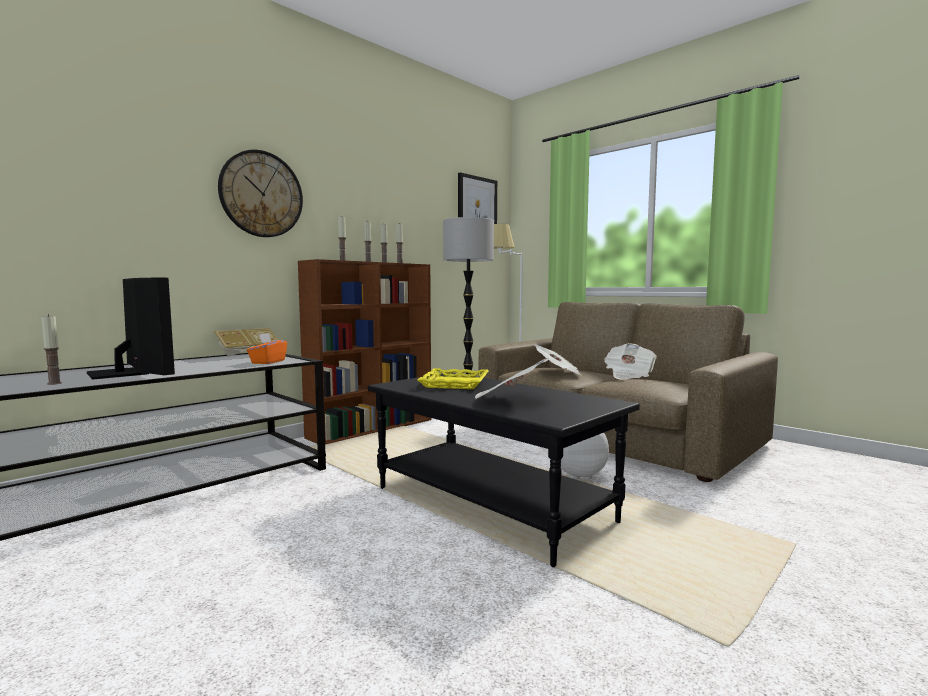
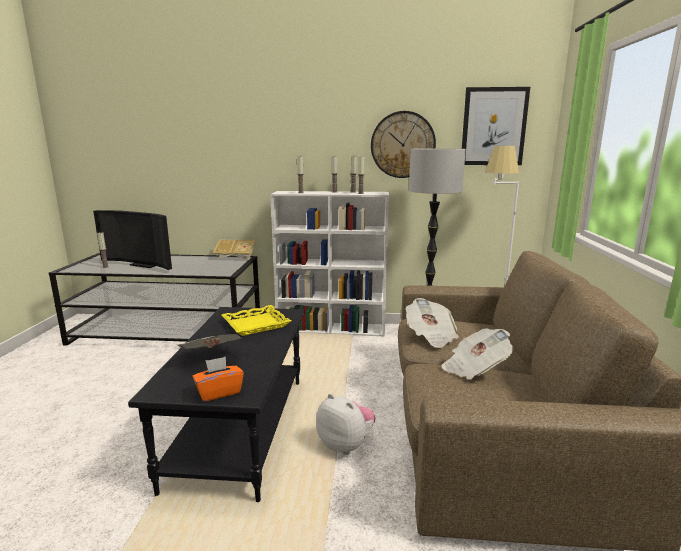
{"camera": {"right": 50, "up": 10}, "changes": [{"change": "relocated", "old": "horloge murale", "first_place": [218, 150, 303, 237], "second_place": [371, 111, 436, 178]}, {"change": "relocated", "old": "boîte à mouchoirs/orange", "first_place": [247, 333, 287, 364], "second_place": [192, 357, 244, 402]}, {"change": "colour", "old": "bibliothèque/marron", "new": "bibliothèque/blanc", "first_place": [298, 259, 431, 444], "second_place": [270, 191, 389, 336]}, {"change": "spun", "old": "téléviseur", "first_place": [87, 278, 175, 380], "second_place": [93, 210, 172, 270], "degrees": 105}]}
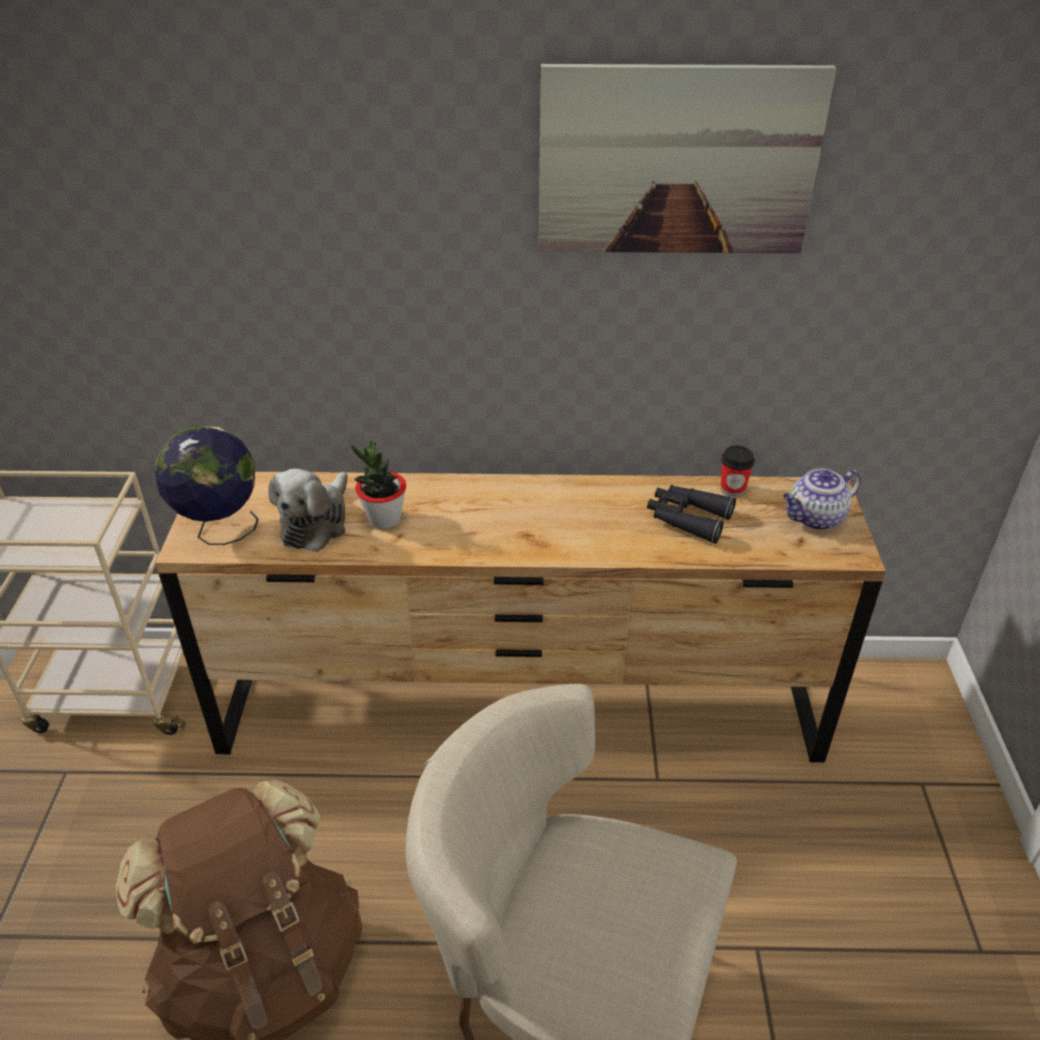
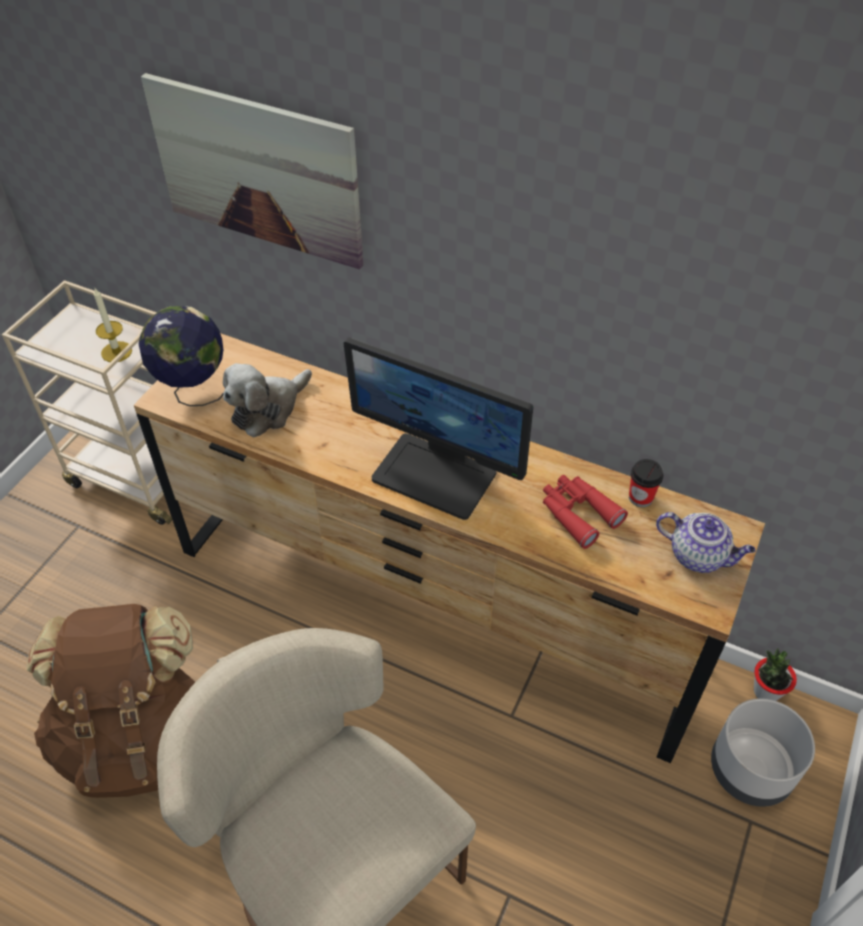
{"camera": {"right": 25, "up": 10}, "changes": [{"change": "appeared", "new": "bougie", "second_place": [94, 288, 132, 362]}, {"change": "appeared", "new": "écran d'ordinateur", "second_place": [344, 337, 533, 520]}, {"change": "appeared", "new": "cache-pot/gris", "second_place": [711, 698, 815, 807]}, {"change": "relocated", "old": "plante en pot", "first_place": [351, 440, 406, 529], "second_place": [754, 648, 797, 701]}, {"change": "relocated", "old": "tableau", "first_place": [539, 64, 836, 253], "second_place": [141, 73, 363, 270]}, {"change": "colour", "old": "jumelles/noir", "new": "jumelles/rouge", "first_place": [647, 485, 736, 544], "second_place": [543, 475, 628, 549]}, {"change": "spun", "old": "théière", "first_place": [783, 469, 861, 530], "second_place": [656, 512, 756, 573], "degrees": -150}]}
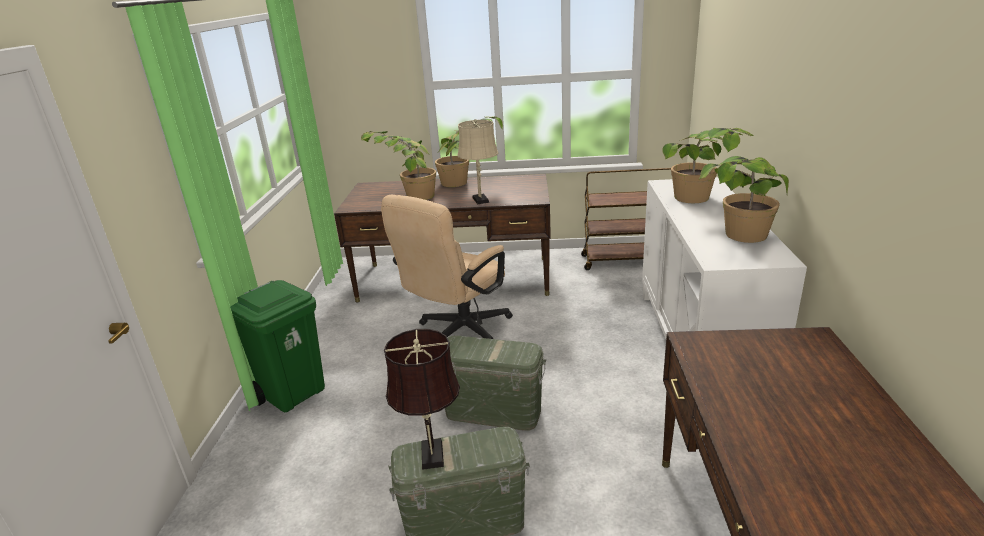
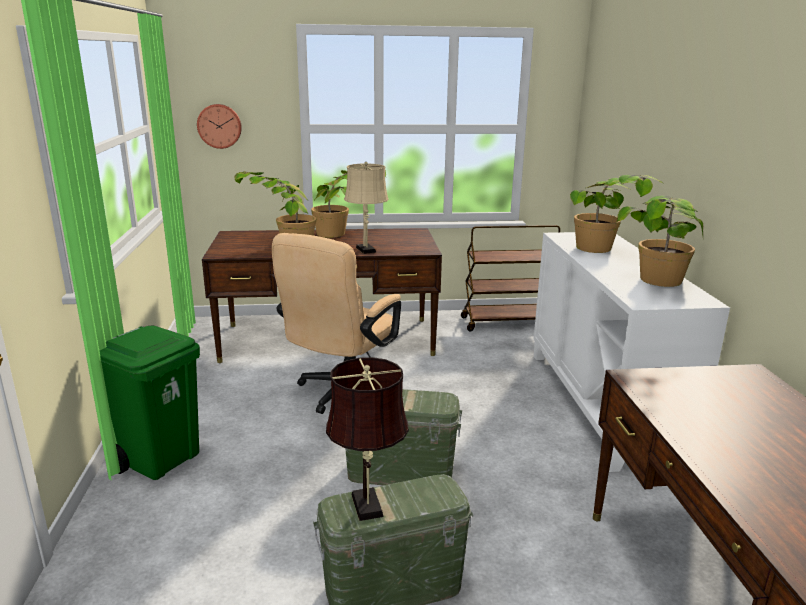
{"camera": {"right": -10, "up": -5}, "changes": [{"change": "appeared", "new": "horloge murale", "second_place": [197, 104, 242, 149]}]}
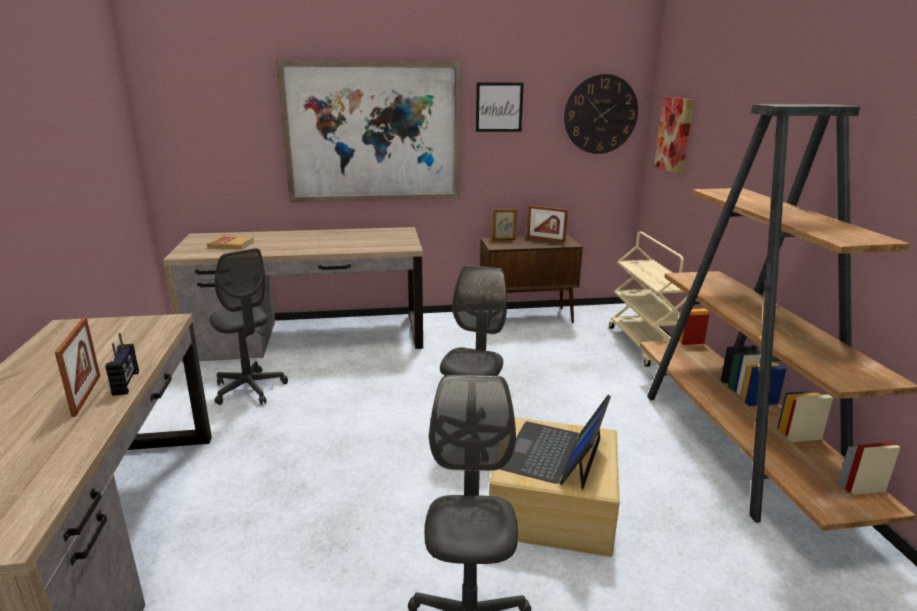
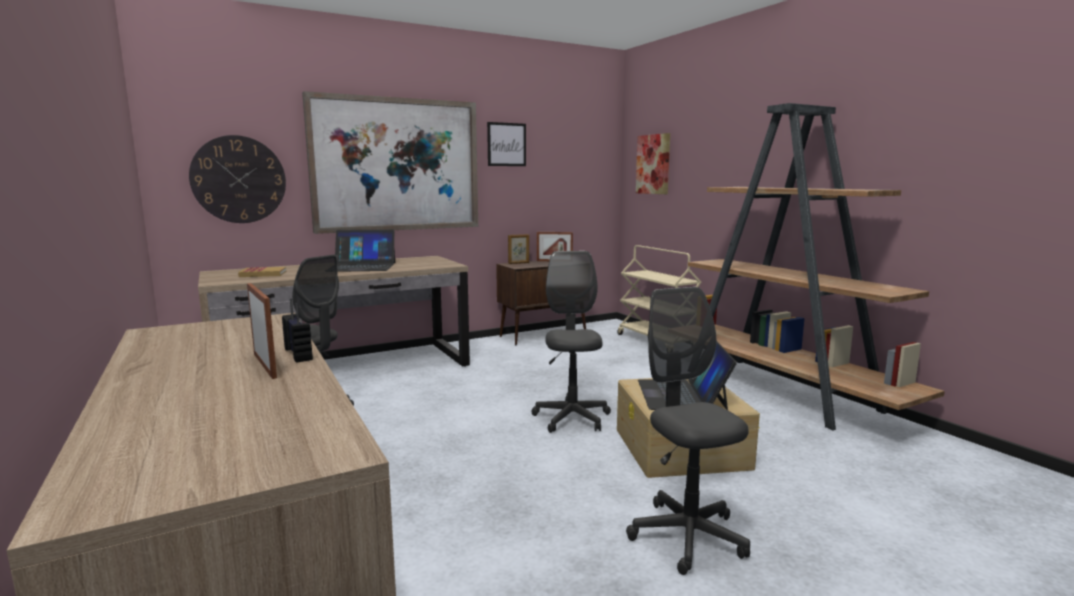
{"camera": {"right": -20, "up": -10}, "changes": [{"change": "appeared", "new": "ordinateur portable", "second_place": [335, 230, 395, 272]}, {"change": "relocated", "old": "horloge murale", "first_place": [564, 74, 638, 154], "second_place": [189, 135, 286, 223]}]}
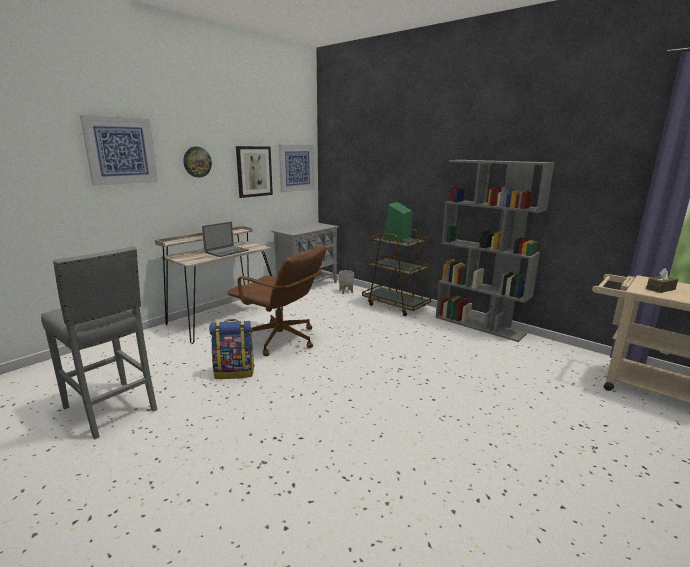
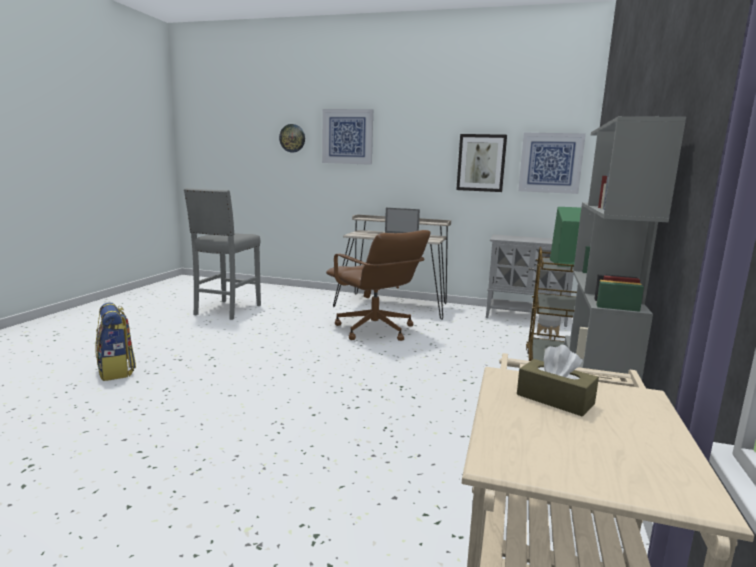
{"camera": {"right": 65, "up": -5}, "changes": [{"change": "relocated", "old": "horloge murale", "first_place": [183, 147, 212, 178], "second_place": [279, 124, 305, 152]}, {"change": "relocated", "old": "sac à dos", "first_place": [209, 319, 255, 379], "second_place": [95, 302, 136, 381]}, {"change": "spun", "old": "chaise de bureau/marron", "first_place": [227, 246, 326, 356], "second_place": [326, 230, 430, 341], "degrees": -45}]}
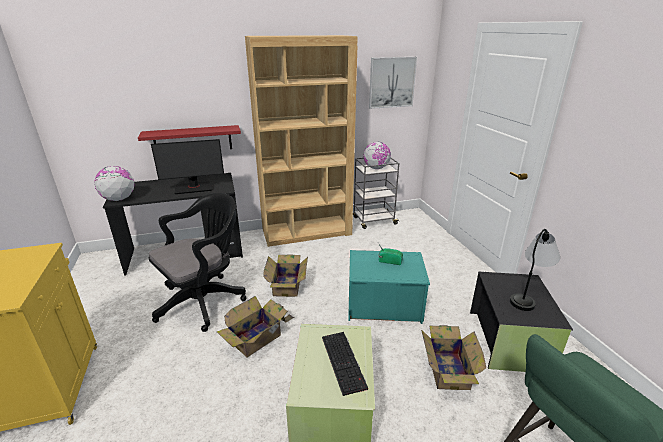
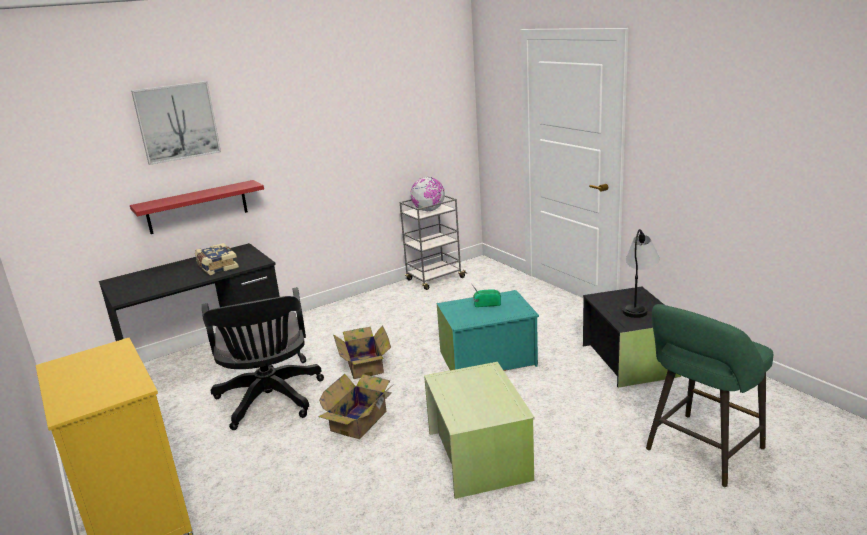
{"camera": {"right": -15, "up": -5}, "changes": [{"change": "missing", "old": "globe", "first_place": [94, 166, 134, 201]}, {"change": "missing", "old": "bibliothèque/marron", "first_place": [245, 35, 358, 247]}, {"change": "missing", "old": "clavier", "first_place": [322, 332, 368, 396]}, {"change": "missing", "old": "carton", "first_place": [421, 325, 486, 390]}, {"change": "relocated", "old": "tableau", "first_place": [369, 57, 417, 109], "second_place": [131, 81, 221, 165]}, {"change": "exchanged", "old": "écran d'ordinateur", "new": "livre", "first_place": [151, 139, 224, 194], "second_place": [195, 243, 239, 275]}, {"change": "spun", "old": "chaise de bureau/noir", "first_place": [149, 193, 246, 332], "second_place": [202, 287, 324, 430], "degrees": 135}]}
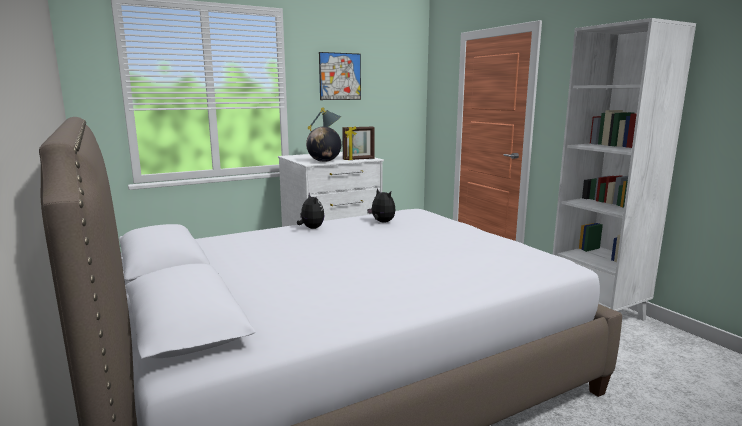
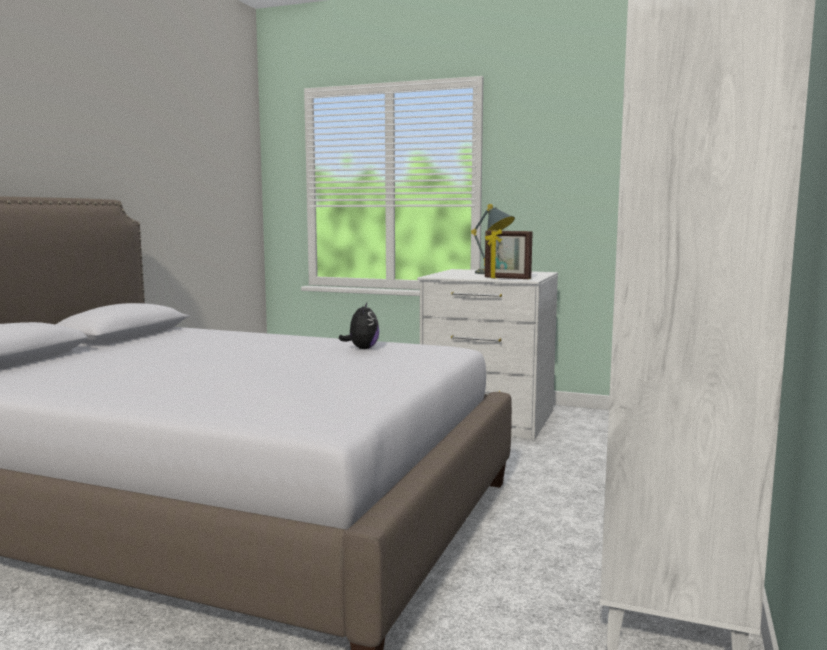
{"camera": {"right": 50, "up": -5}, "changes": [{"change": "missing", "old": "peluche", "first_place": [297, 193, 324, 229]}, {"change": "missing", "old": "globe", "first_place": [306, 127, 341, 162]}, {"change": "missing", "old": "tableau", "first_place": [319, 52, 361, 100]}]}
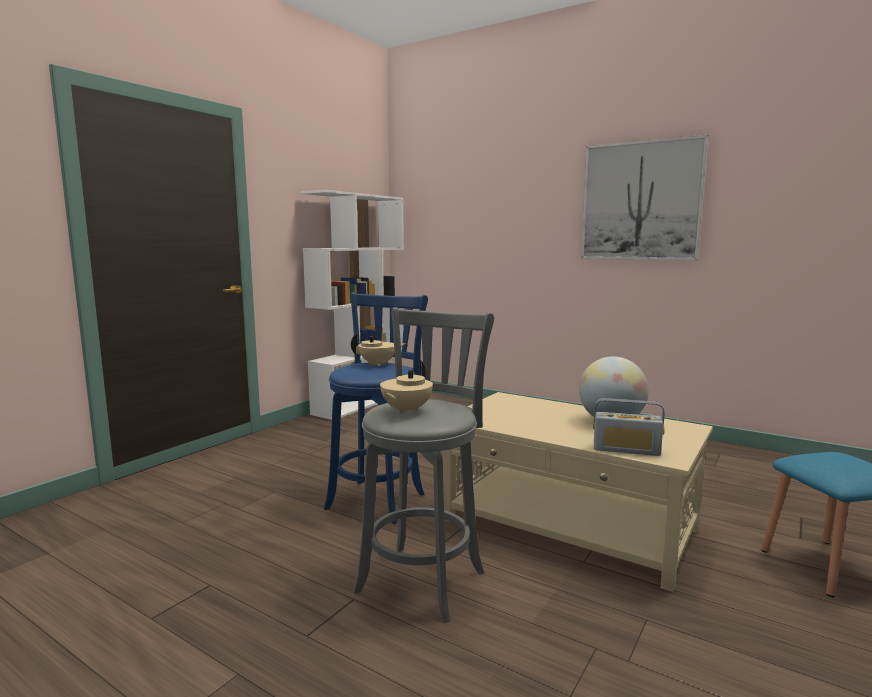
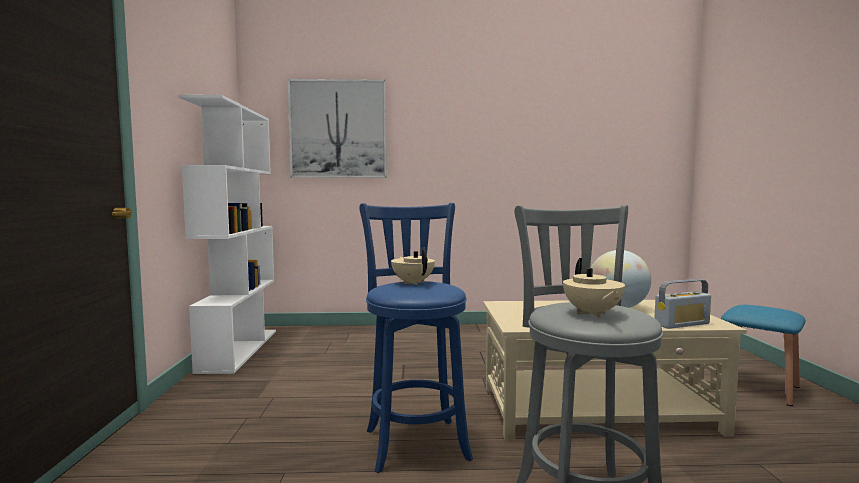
{"camera": {"right": -35, "up": -5}, "changes": [{"change": "relocated", "old": "tableau", "first_place": [581, 135, 709, 260], "second_place": [287, 79, 387, 178]}, {"change": "spun", "old": "théière/beige", "first_place": [351, 333, 406, 367], "second_place": [391, 247, 435, 285], "degrees": -60}]}
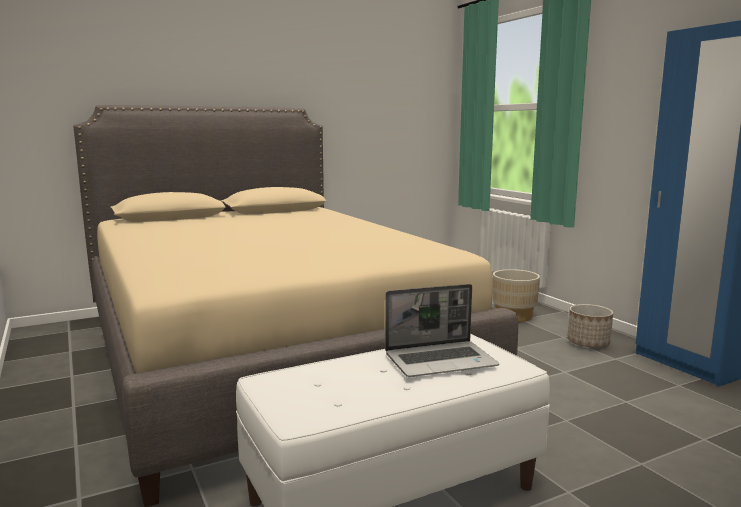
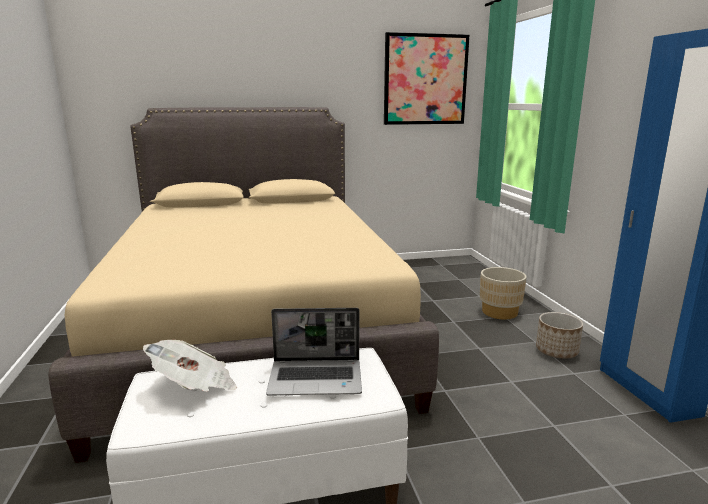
{"camera": {"right": 15, "up": 5}, "changes": [{"change": "appeared", "new": "journal", "second_place": [143, 340, 238, 392]}, {"change": "appeared", "new": "tableau", "second_place": [384, 32, 470, 125]}]}
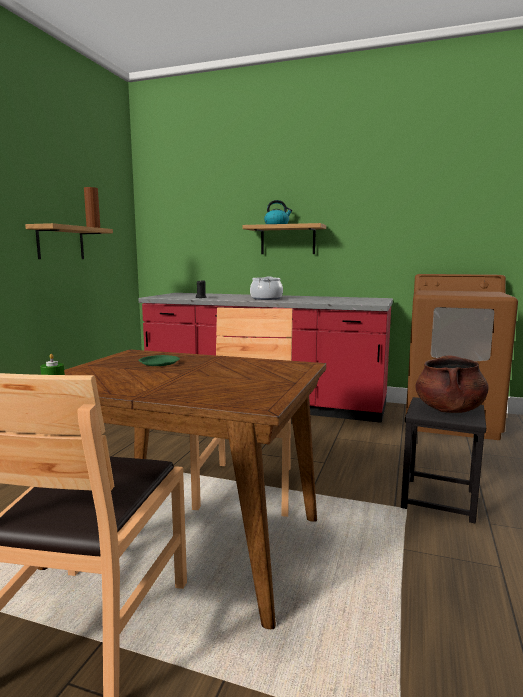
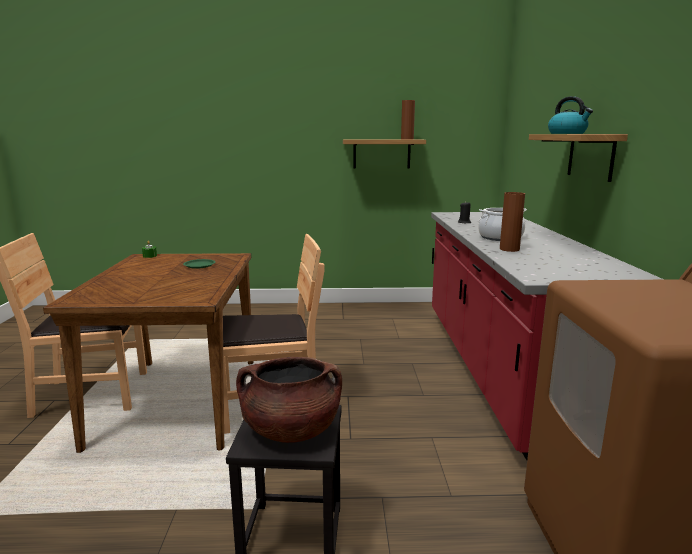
{"camera": {"right": 70, "up": 5}, "changes": [{"change": "appeared", "new": "vase/marron", "second_place": [500, 192, 525, 252]}]}
